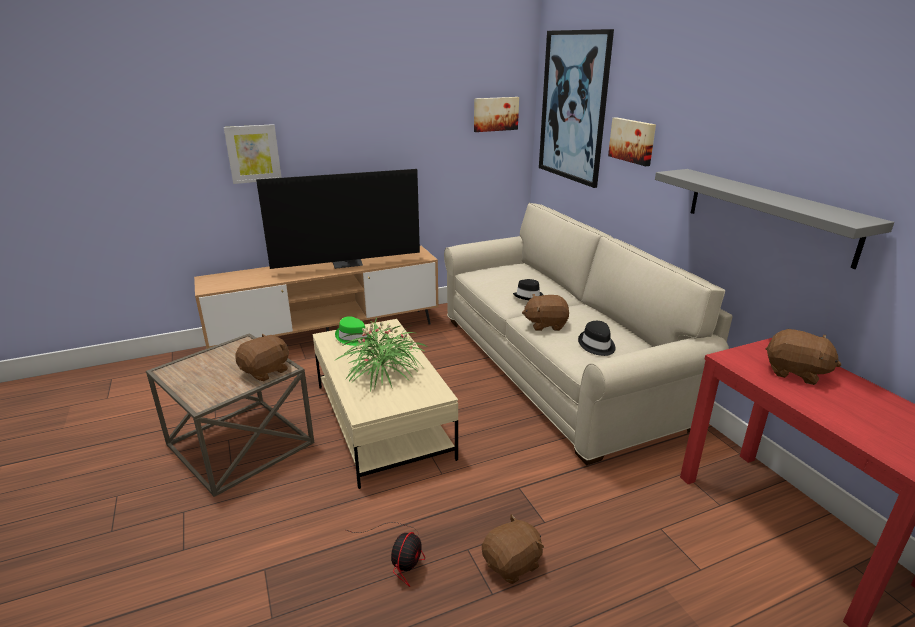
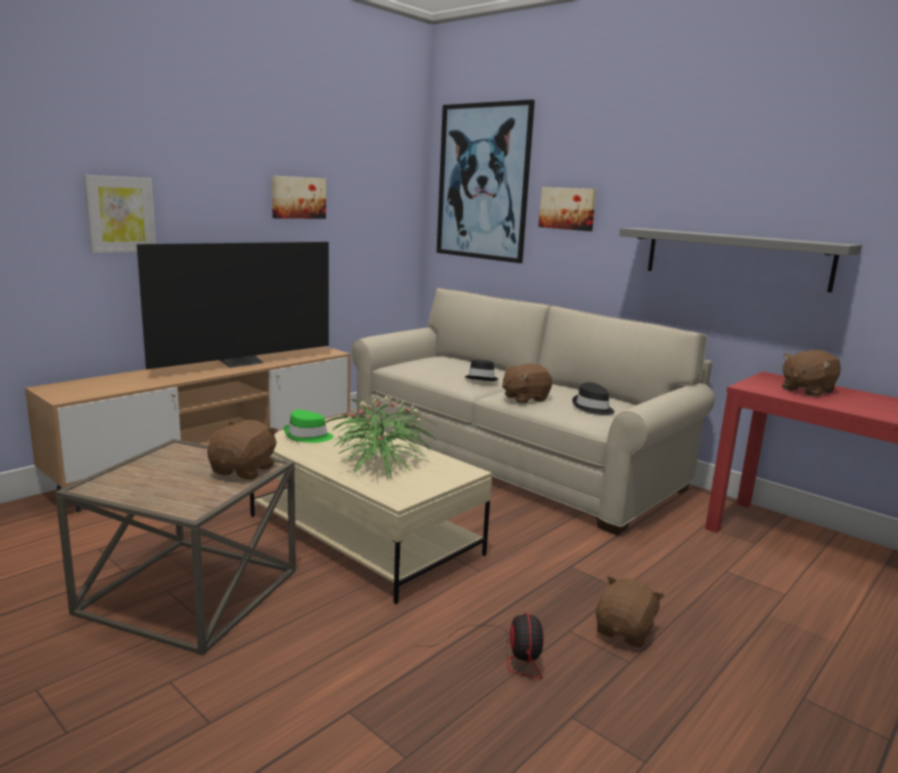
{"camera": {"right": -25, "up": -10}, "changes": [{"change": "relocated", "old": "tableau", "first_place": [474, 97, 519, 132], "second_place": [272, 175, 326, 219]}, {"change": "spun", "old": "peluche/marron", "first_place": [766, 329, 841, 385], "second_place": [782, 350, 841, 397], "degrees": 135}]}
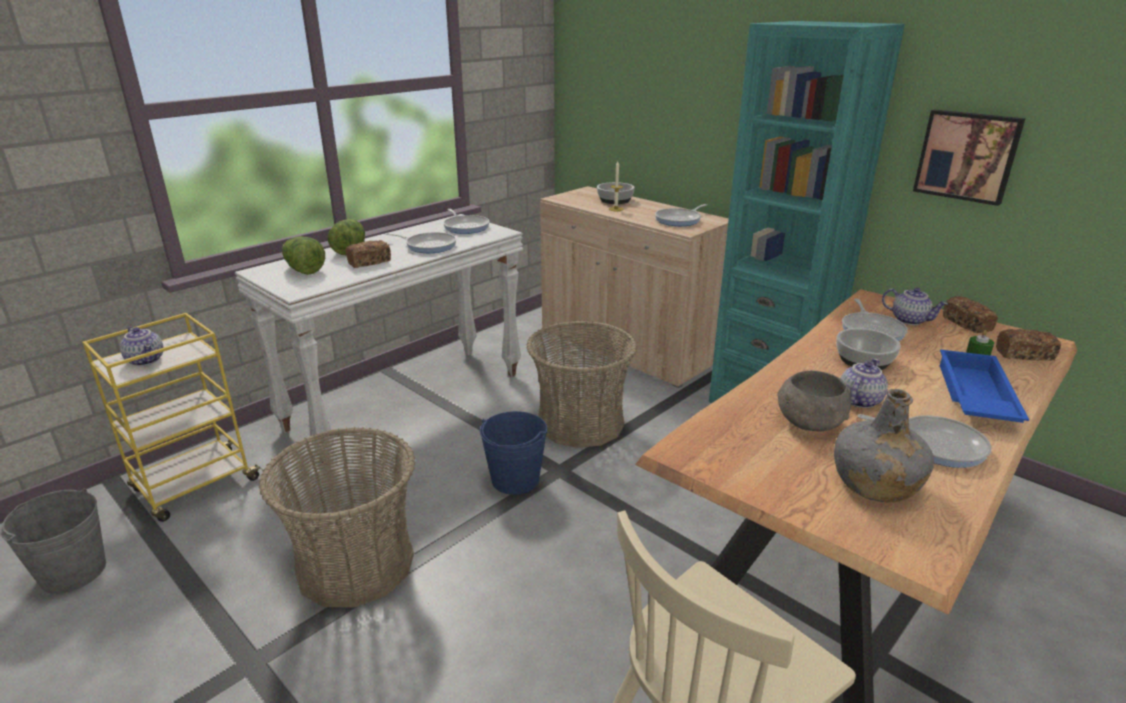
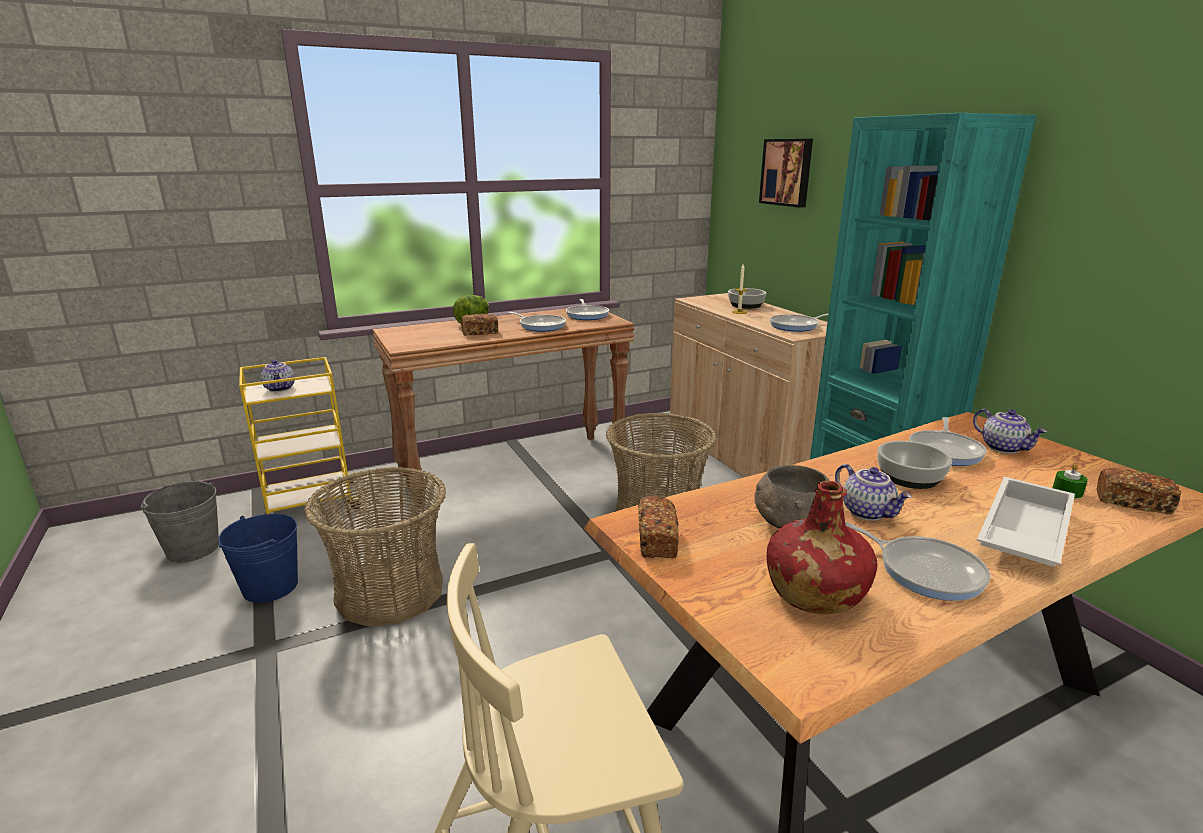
{"camera": {"right": 20, "up": -5}, "changes": [{"change": "missing", "old": "laitue", "first_place": [282, 237, 325, 275]}, {"change": "relocated", "old": "seau/bleu", "first_place": [480, 411, 547, 495], "second_place": [218, 514, 298, 603]}, {"change": "relocated", "old": "tableau", "first_place": [913, 109, 1025, 206], "second_place": [759, 139, 813, 208]}, {"change": "relocated", "old": "pain", "first_place": [943, 296, 998, 333], "second_place": [638, 496, 679, 558]}, {"change": "colour", "old": "table console/blanc", "new": "table console/marron", "first_place": [235, 214, 523, 463], "second_place": [372, 308, 634, 507]}, {"change": "colour", "old": "bouteille/gris", "new": "bouteille/rouge", "first_place": [834, 389, 934, 502], "second_place": [767, 480, 877, 614]}, {"change": "colour", "old": "plateau/bleu", "new": "plateau/blanc", "first_place": [940, 349, 1029, 423], "second_place": [977, 477, 1075, 567]}, {"change": "spun", "old": "théière", "first_place": [841, 358, 888, 408], "second_place": [835, 464, 912, 521], "degrees": 90}]}
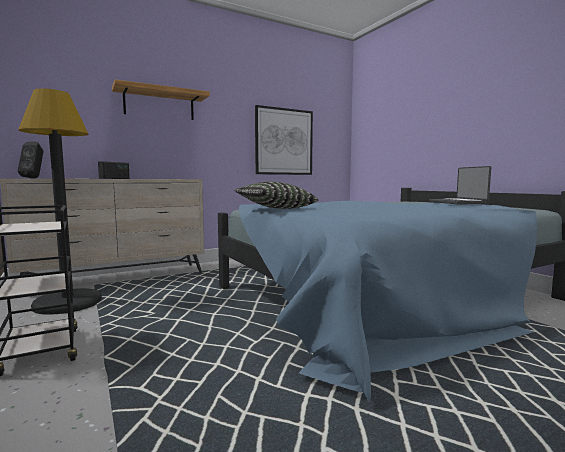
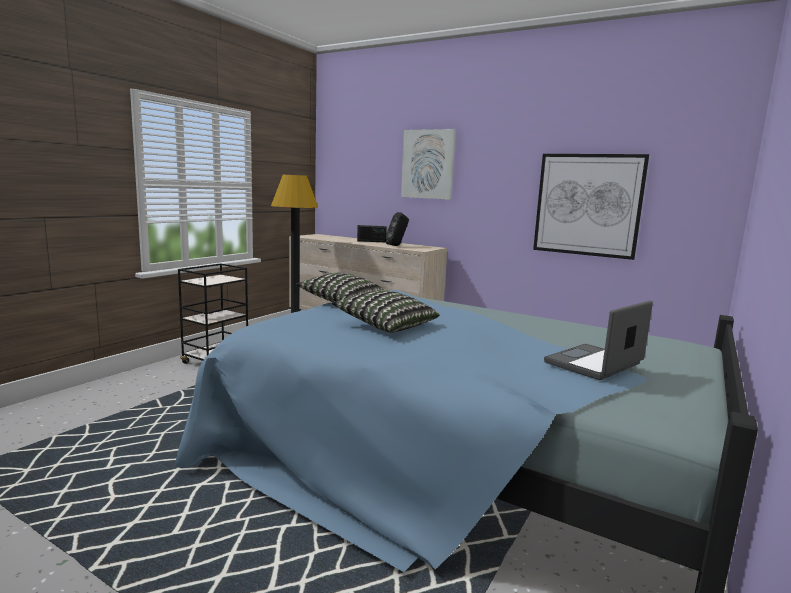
{"camera": {"right": 60, "up": 5}, "changes": [{"change": "appeared", "new": "coussin", "second_place": [332, 290, 439, 333]}, {"change": "relocated", "old": "enceinte/noir", "first_place": [18, 142, 43, 179], "second_place": [385, 212, 409, 246]}, {"change": "exchanged", "old": "étagère", "new": "tableau", "first_place": [112, 80, 210, 120], "second_place": [401, 129, 456, 200]}]}
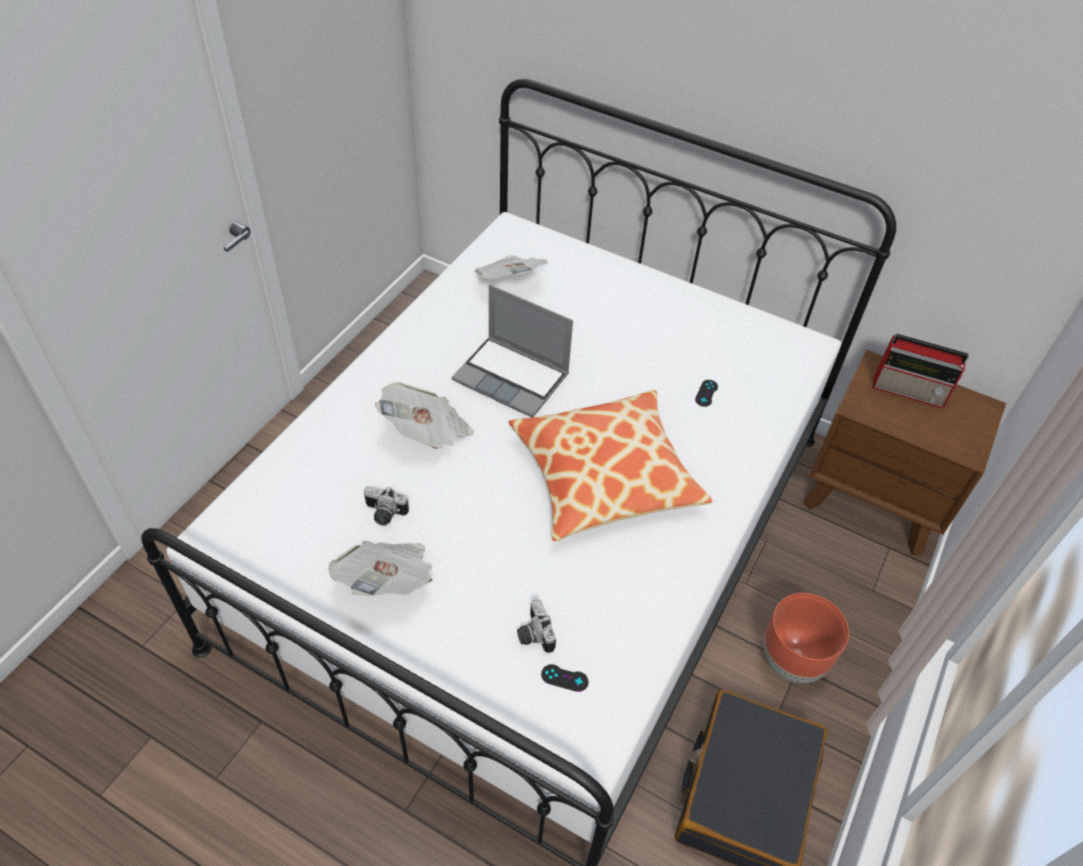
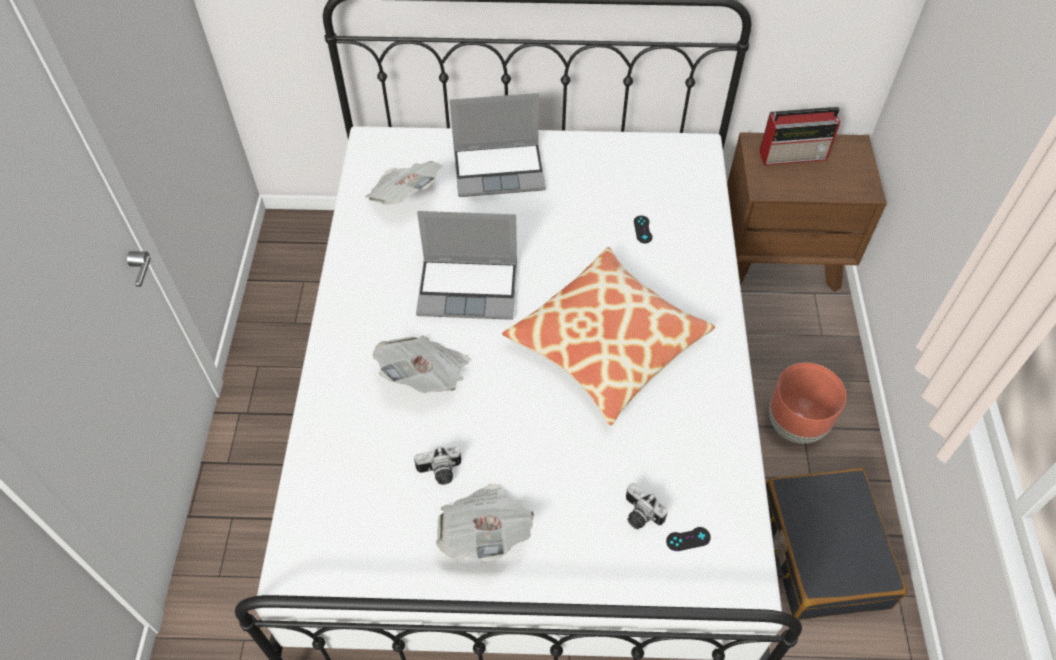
{"camera": {"right": -25, "up": 5}, "changes": [{"change": "appeared", "new": "ordinateur portable", "second_place": [450, 93, 546, 197]}]}
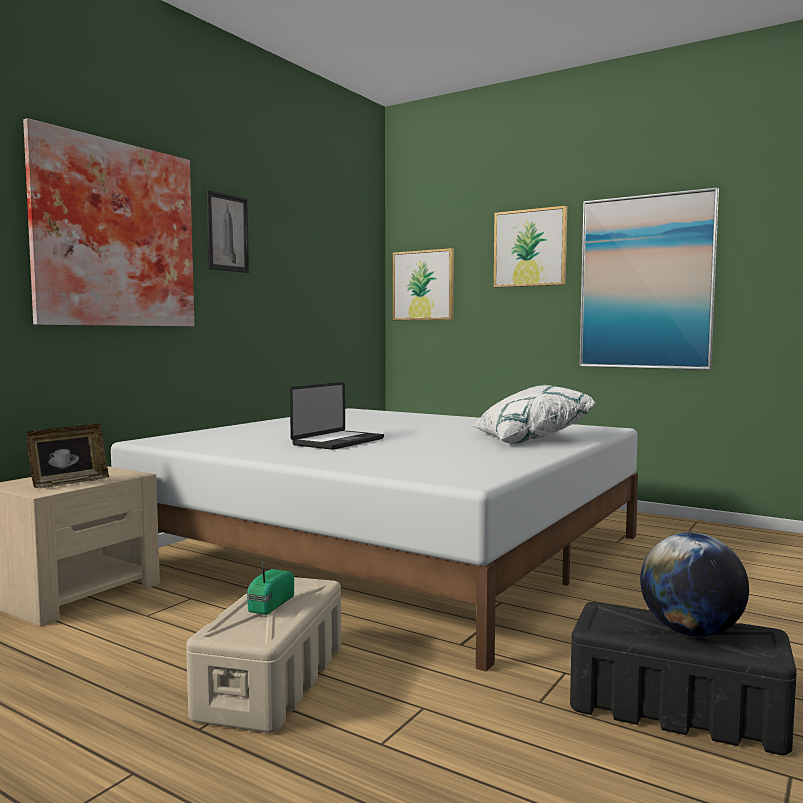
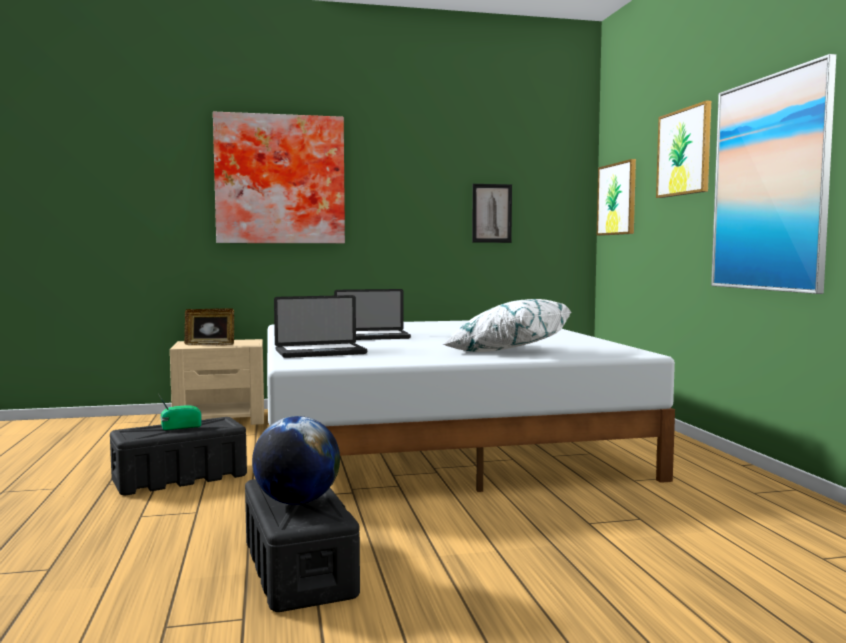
{"camera": {"right": 45, "up": 0}, "changes": [{"change": "appeared", "new": "ordinateur portable", "second_place": [274, 295, 367, 358]}, {"change": "relocated", "old": "tableau", "first_place": [206, 190, 249, 273], "second_place": [472, 184, 512, 243]}, {"change": "colour", "old": "boîte de rangement/beige", "new": "boîte de rangement/noir", "first_place": [186, 577, 341, 733], "second_place": [110, 417, 247, 495]}]}
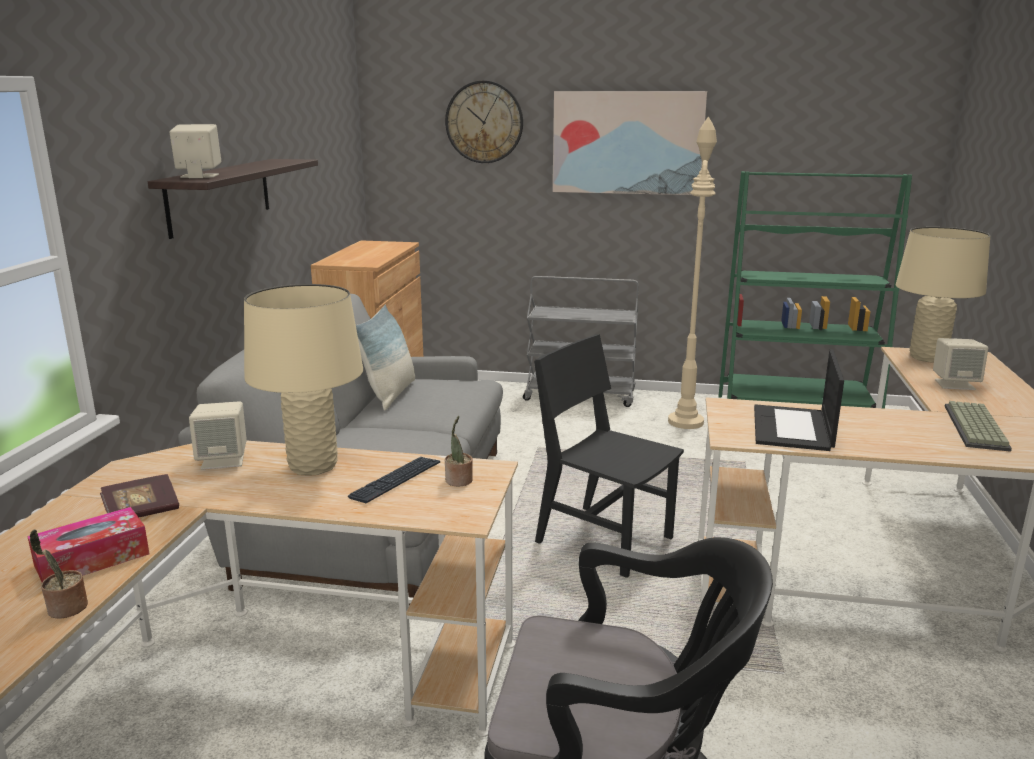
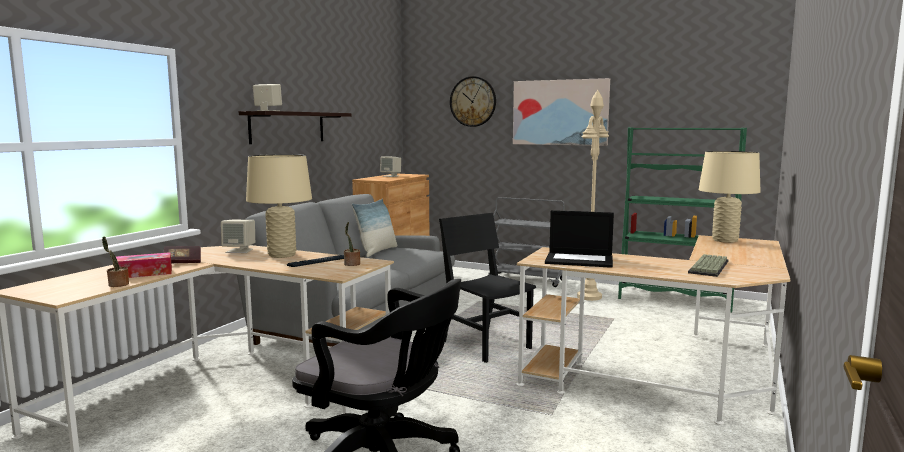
{"camera": {"right": 15, "up": -10}, "changes": [{"change": "relocated", "old": "enceinte/beige", "first_place": [933, 338, 988, 390], "second_place": [380, 156, 401, 177]}, {"change": "spun", "old": "ordinateur portable", "first_place": [754, 349, 844, 451], "second_place": [545, 210, 614, 268], "degrees": -105}]}
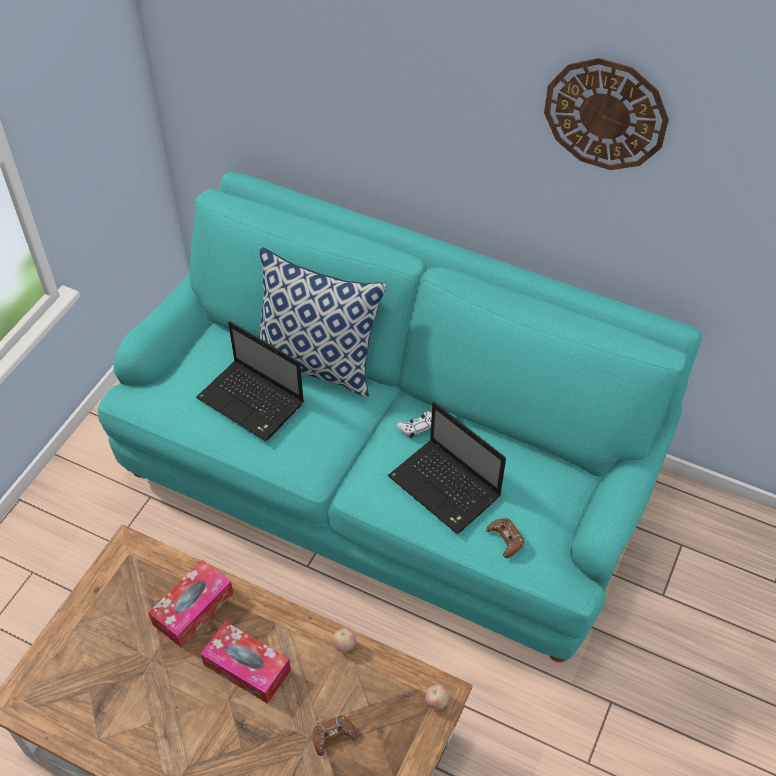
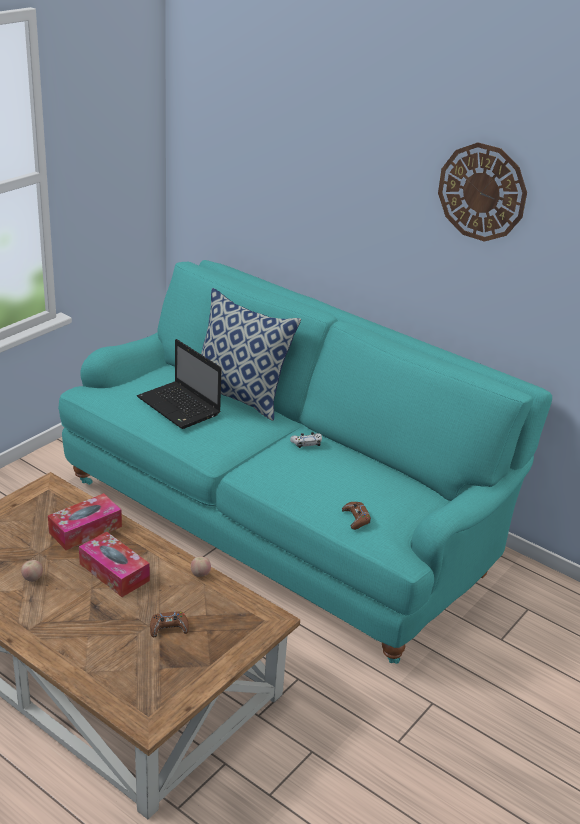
{"camera": {"right": 10, "up": -20}, "changes": [{"change": "missing", "old": "ordinateur portable", "first_place": [388, 402, 506, 534]}, {"change": "relocated", "old": "pomme", "first_place": [425, 684, 449, 710], "second_place": [21, 560, 43, 582]}]}
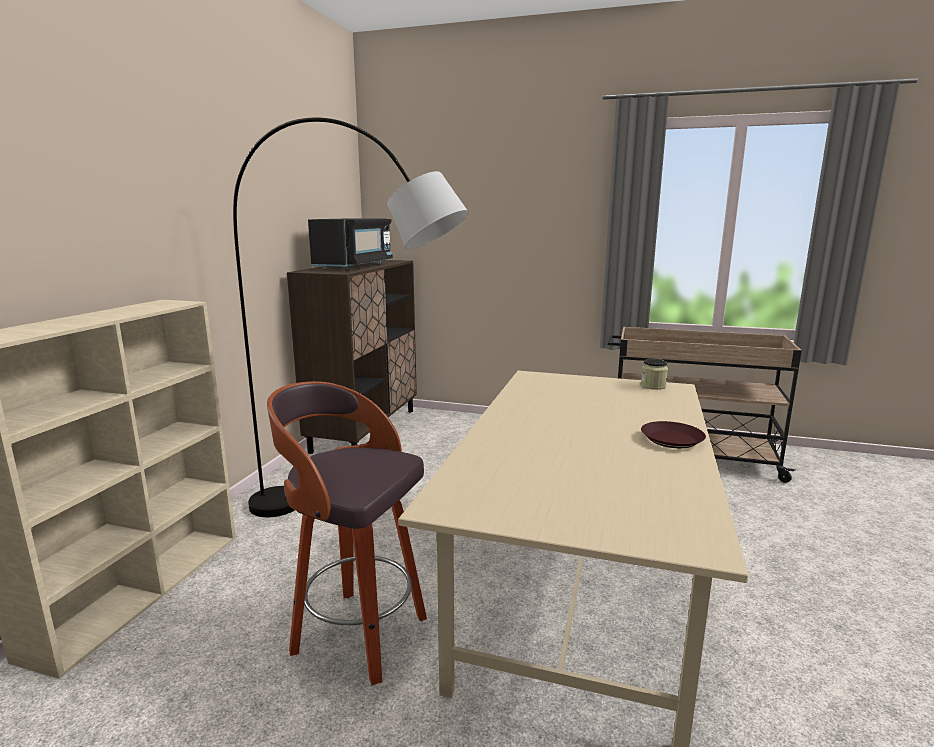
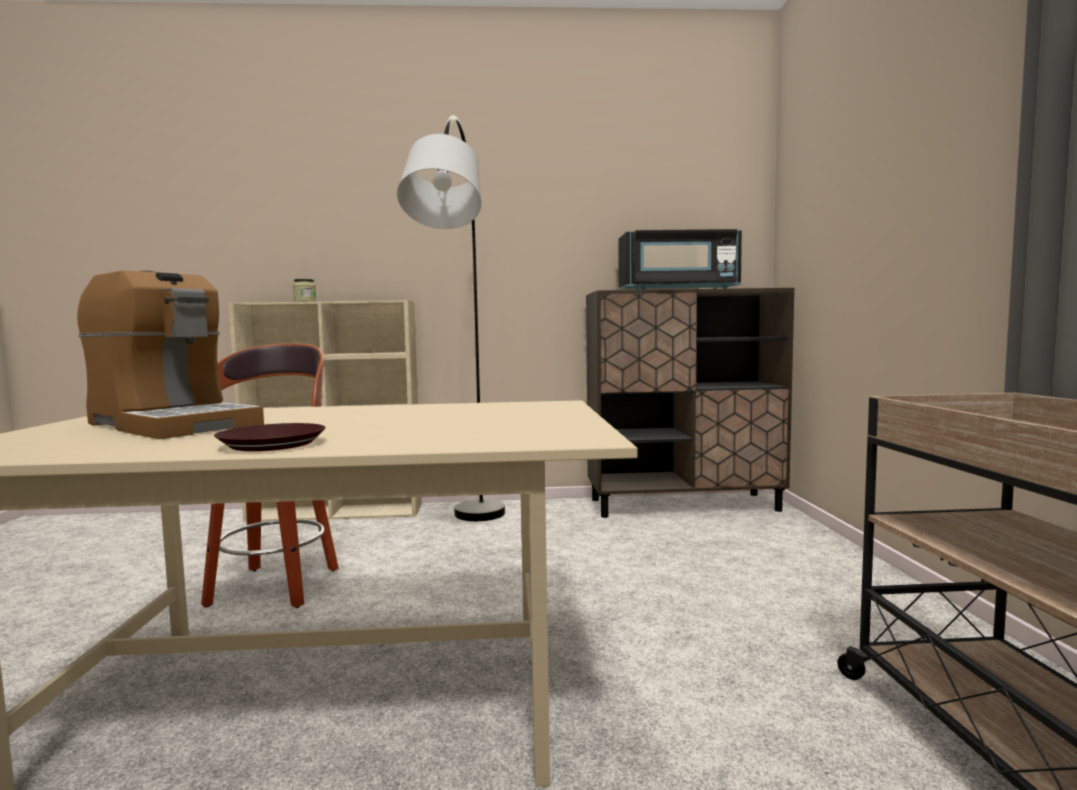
{"camera": {"right": 70, "up": -10}, "changes": [{"change": "appeared", "new": "machine à café", "second_place": [77, 270, 264, 439]}, {"change": "relocated", "old": "bocal", "first_place": [641, 359, 668, 390], "second_place": [293, 279, 316, 302]}]}
